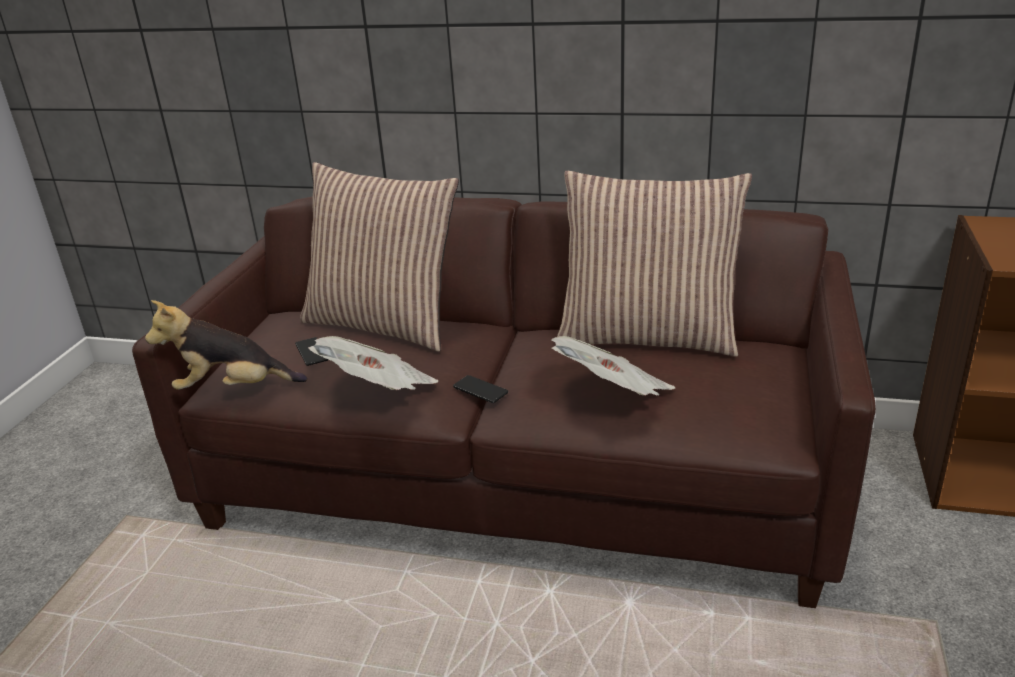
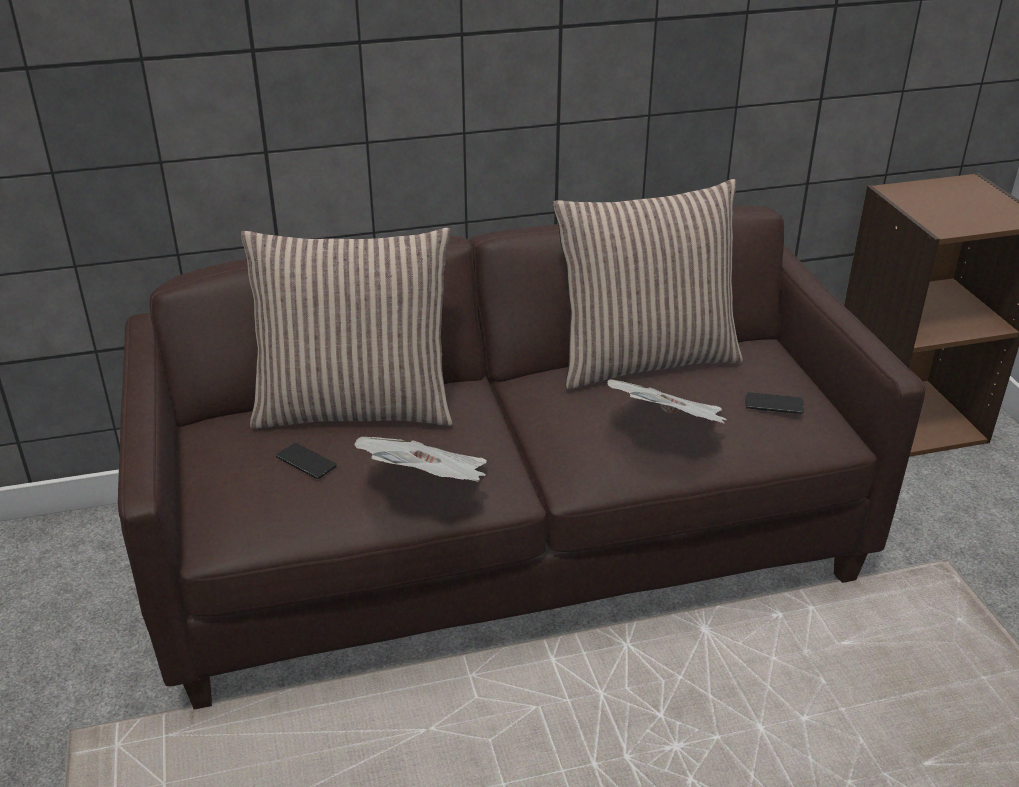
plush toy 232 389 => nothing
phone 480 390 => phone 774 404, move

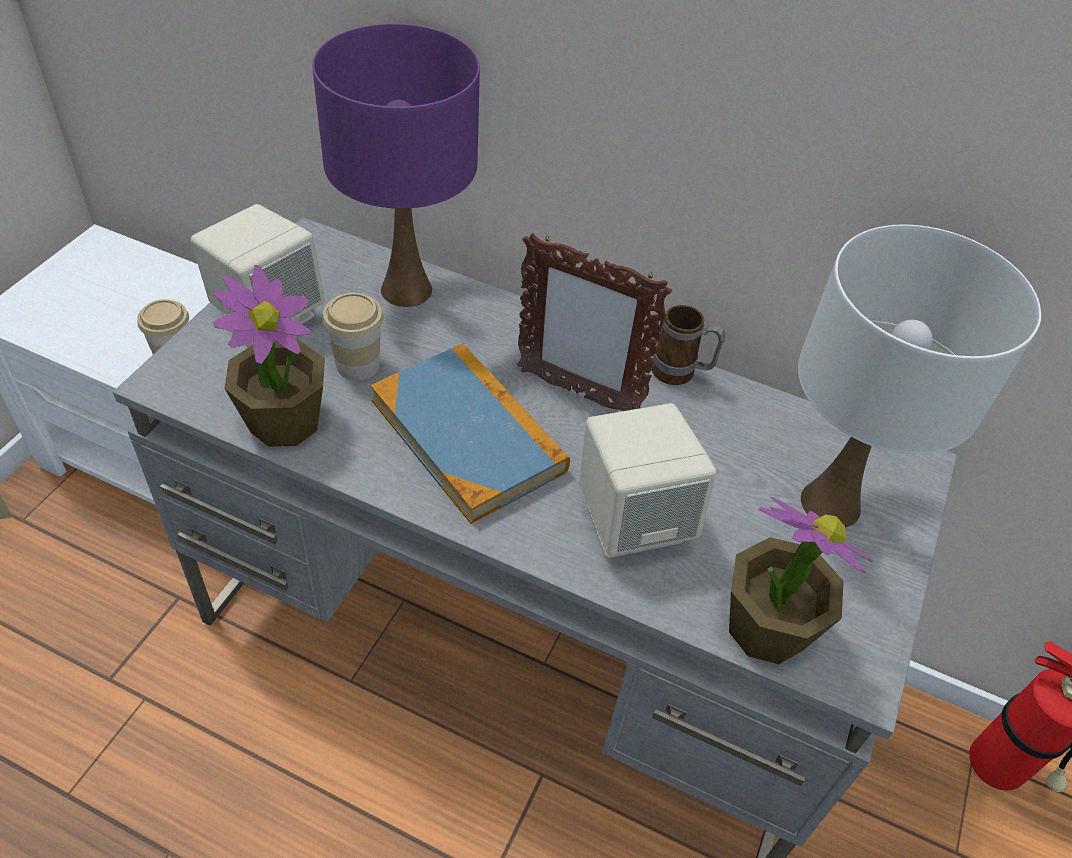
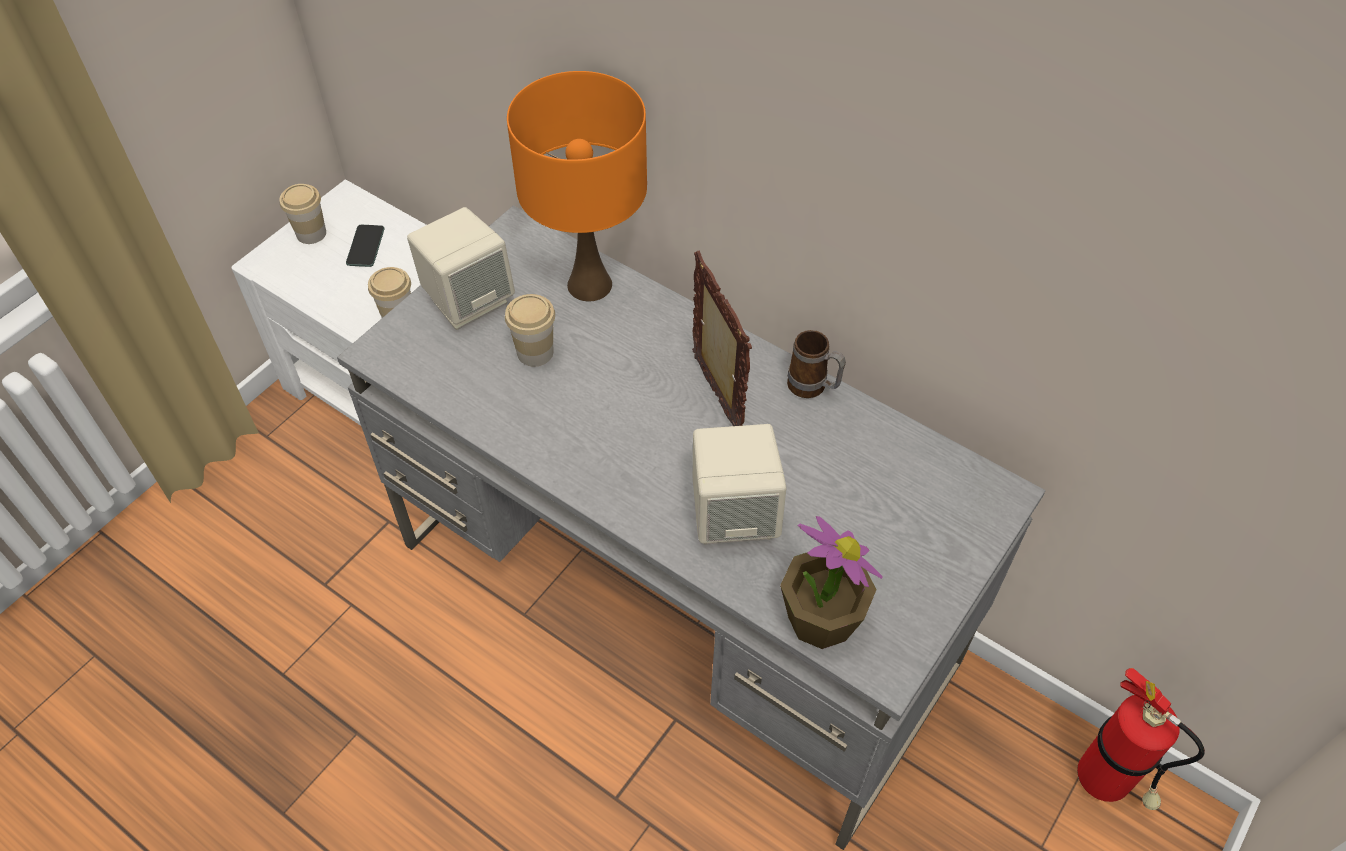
potted plant 284 421 => nothing
purple table lamp 407 290 => orange table lamp 590 285
book 468 435 => nothing
picture frame 577 393 => picture frame 716 397, 150 degrees counterclockwise
white table lamp 831 505 => nothing
nothing => cup 311 233
nothing => phone 365 246

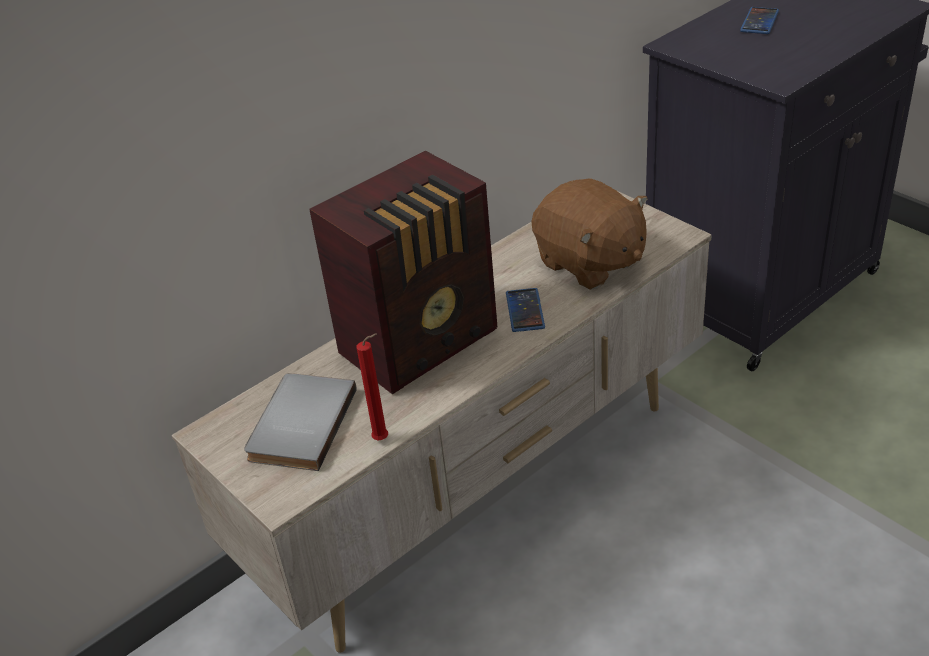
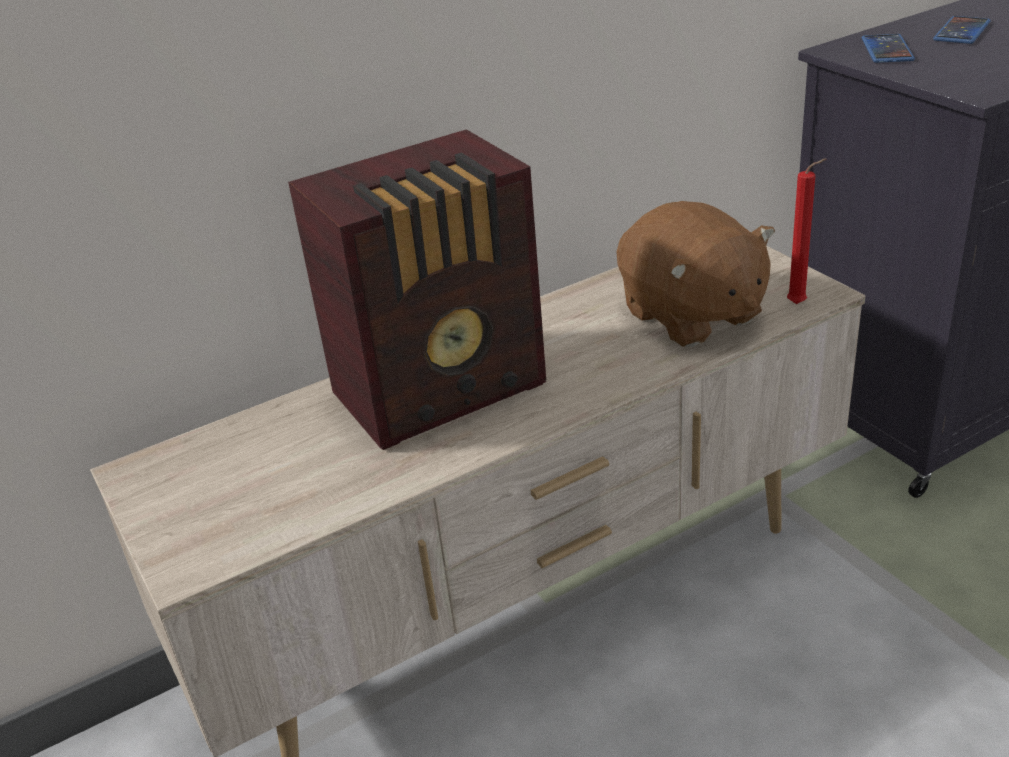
grey book 298 424 => nothing
red candle 383 439 => red candle 799 304, move
phone 525 310 => phone 887 50, move

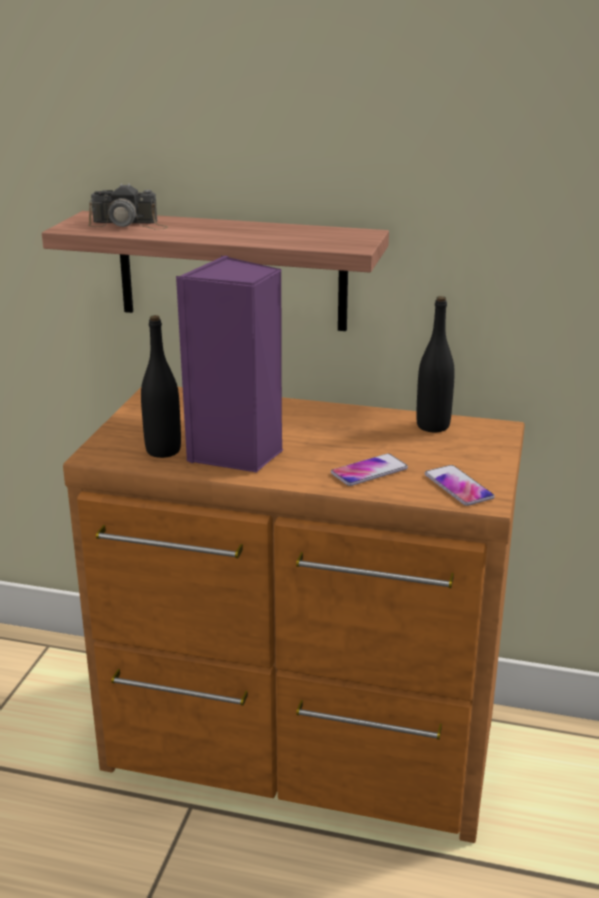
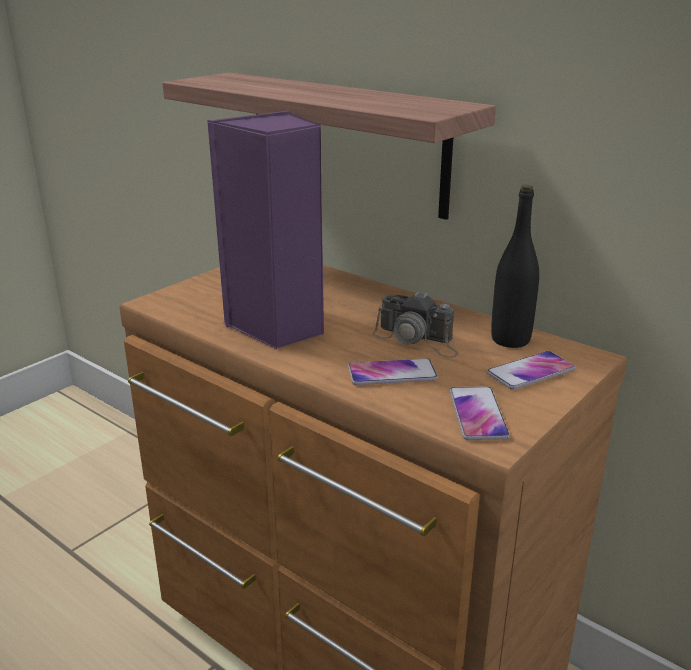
photo camera 129 224 => photo camera 417 340, move
black bottle 163 450 => nothing
nothing => phone 531 372

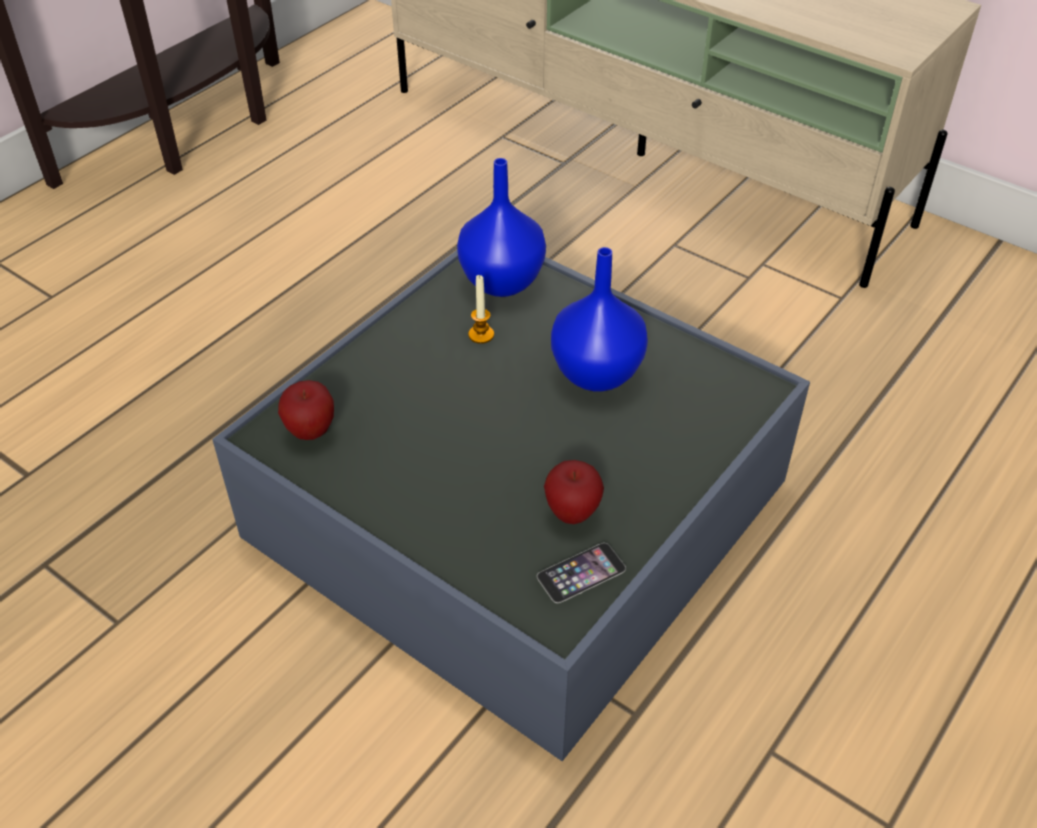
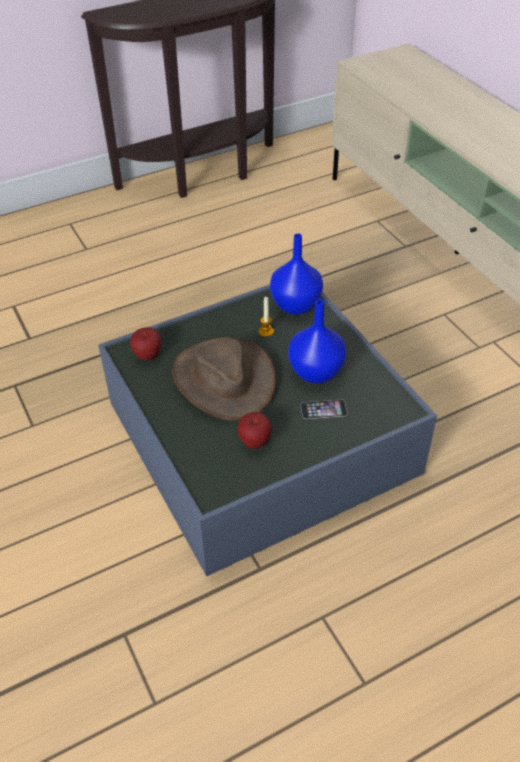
phone 581 572 => phone 323 409, move
nothing => brown hat 223 379

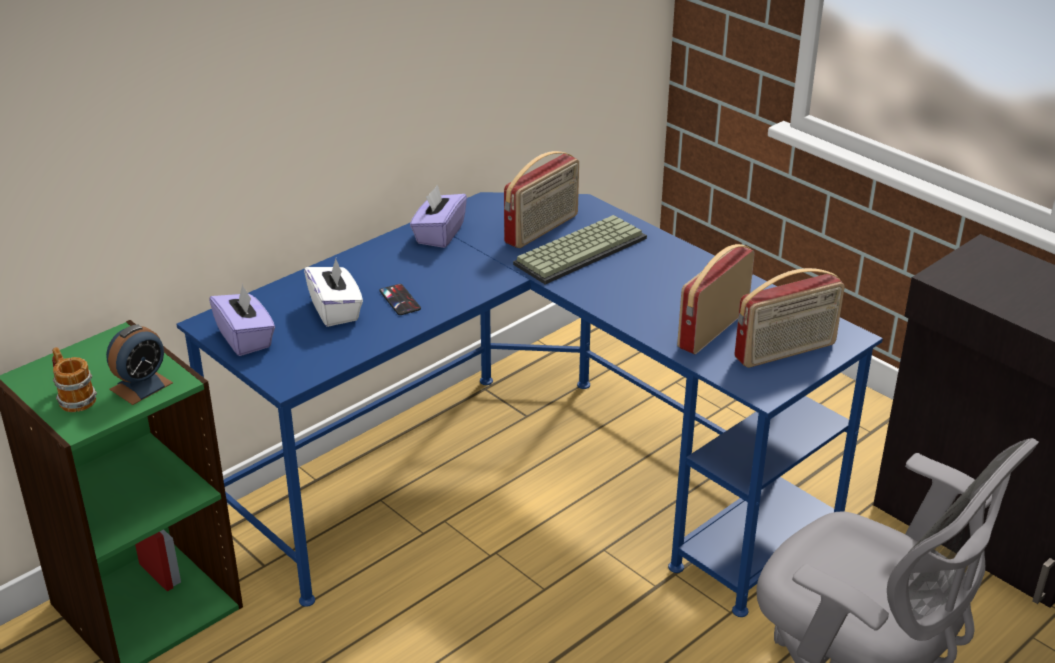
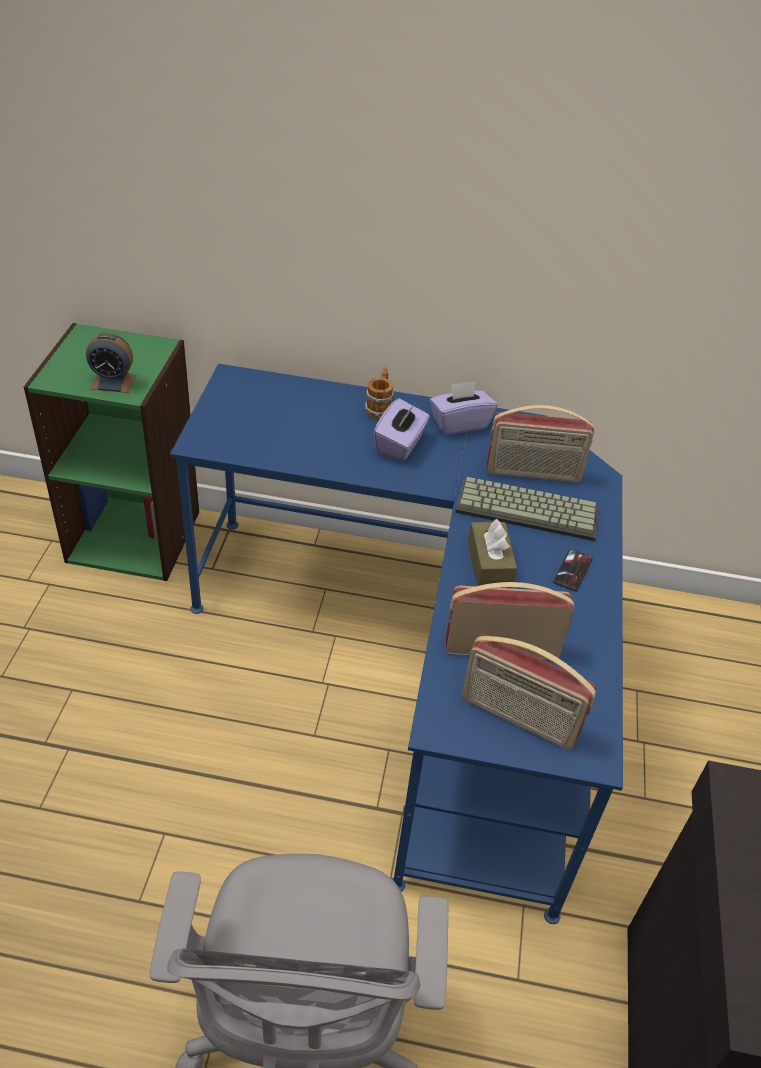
mug 73 398 => mug 379 407, move
purple tissue box 245 338 => purple tissue box 400 445, move
white tissue box 335 310 => nothing
phone 400 300 => phone 573 570, move
nothing => brown tissue box 489 565

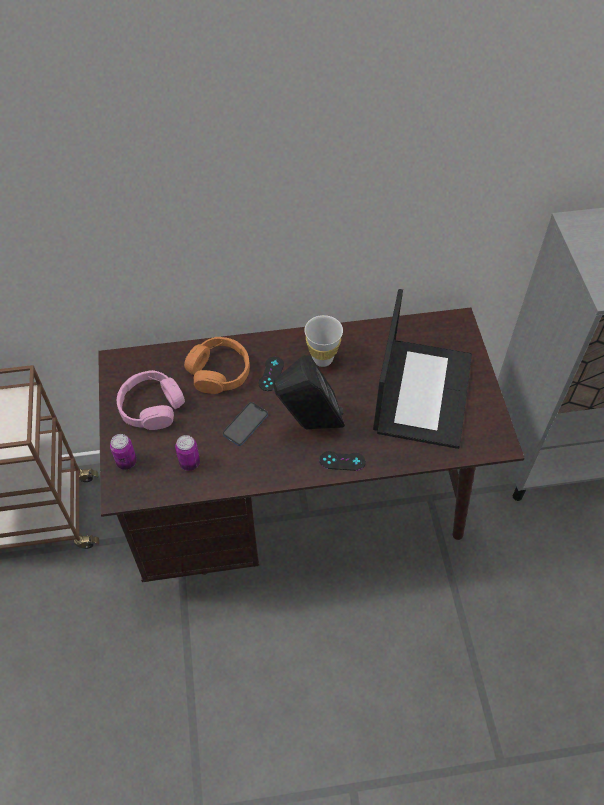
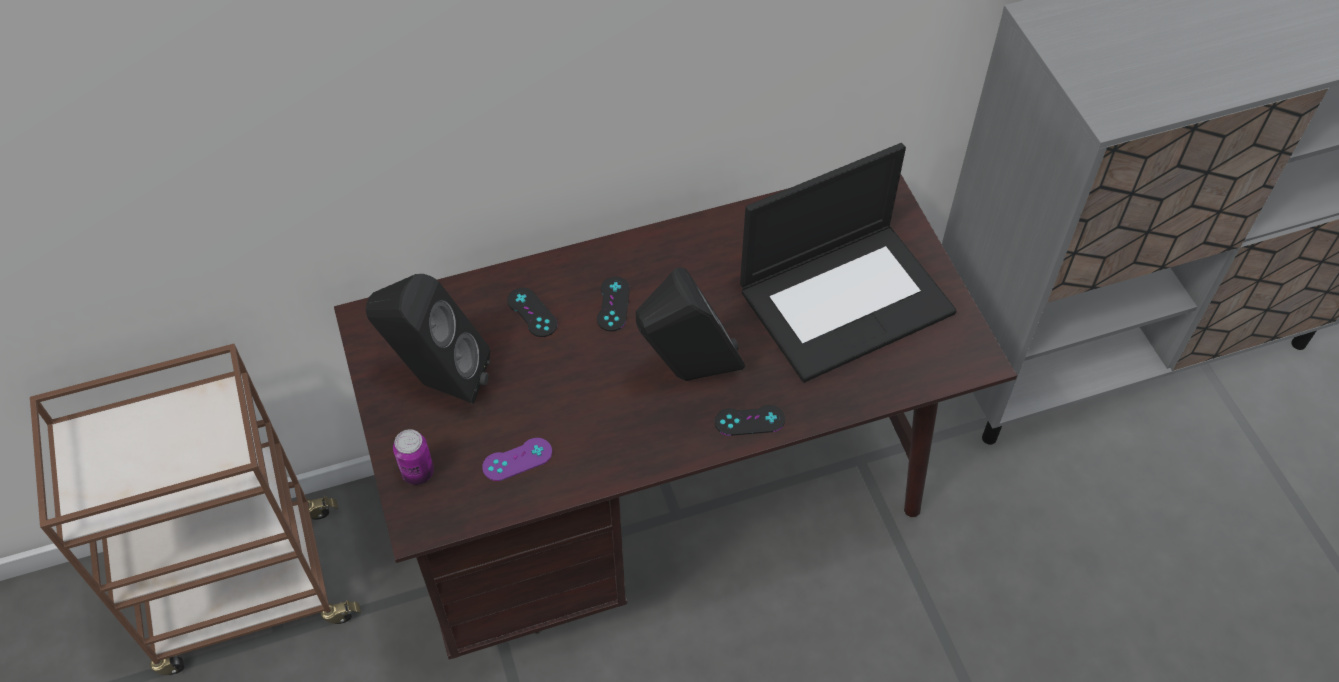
pink headphones 151 407 => black speaker 438 381
can 189 463 => purple game controller 517 459
orange headphones 219 372 => black game controller 532 312
phone 245 424 => nothing
white cup 322 359 => nothing
laptop 421 391 => laptop 846 298, 60 degrees clockwise

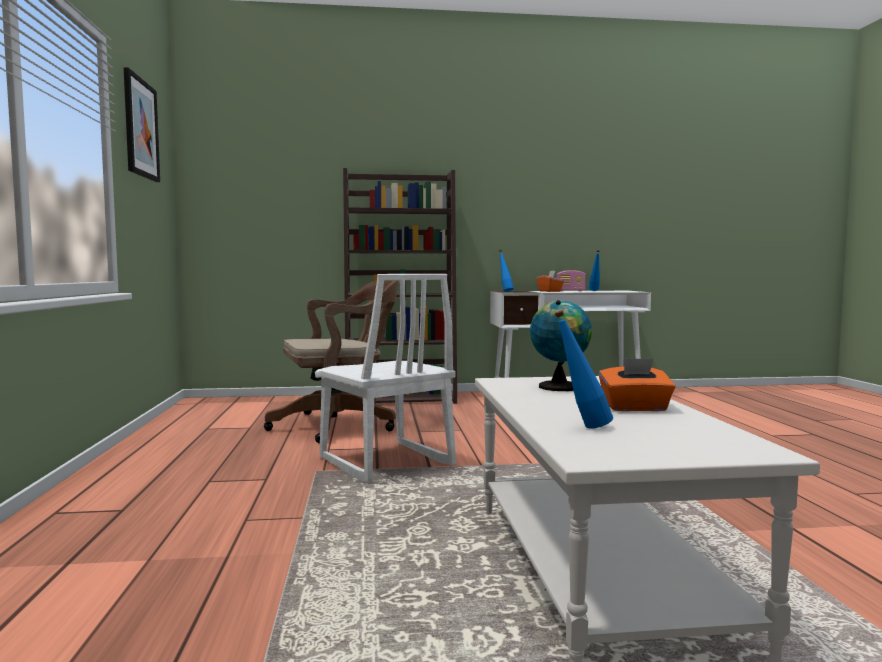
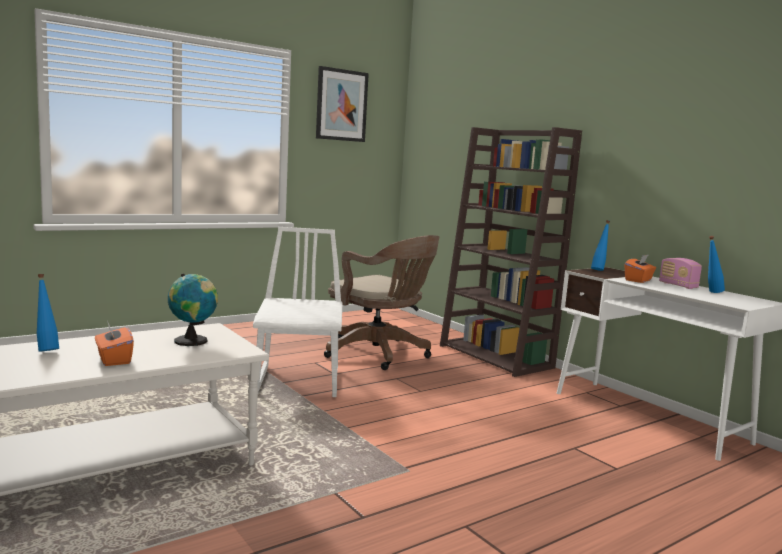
white chair 384 463 => white chair 299 381, 150 degrees clockwise

